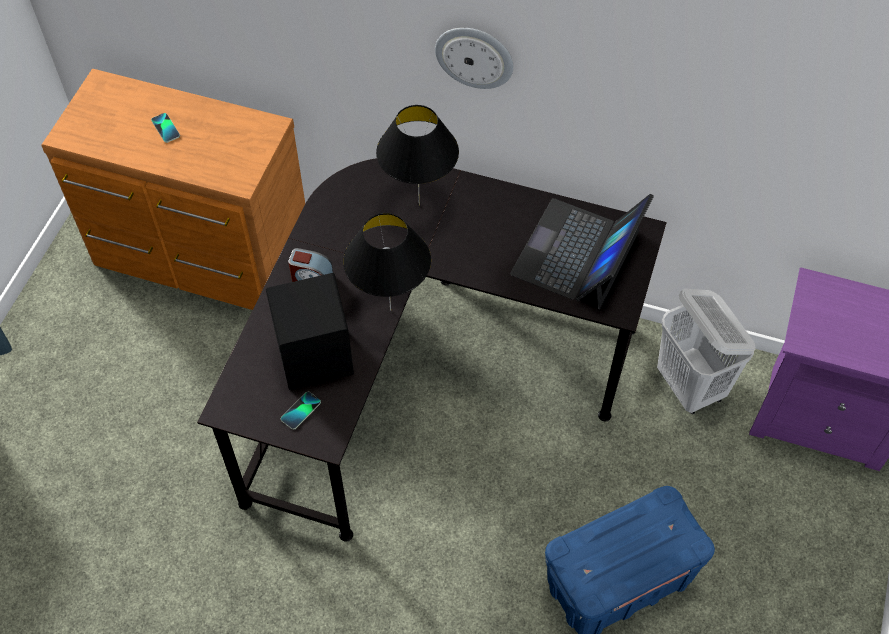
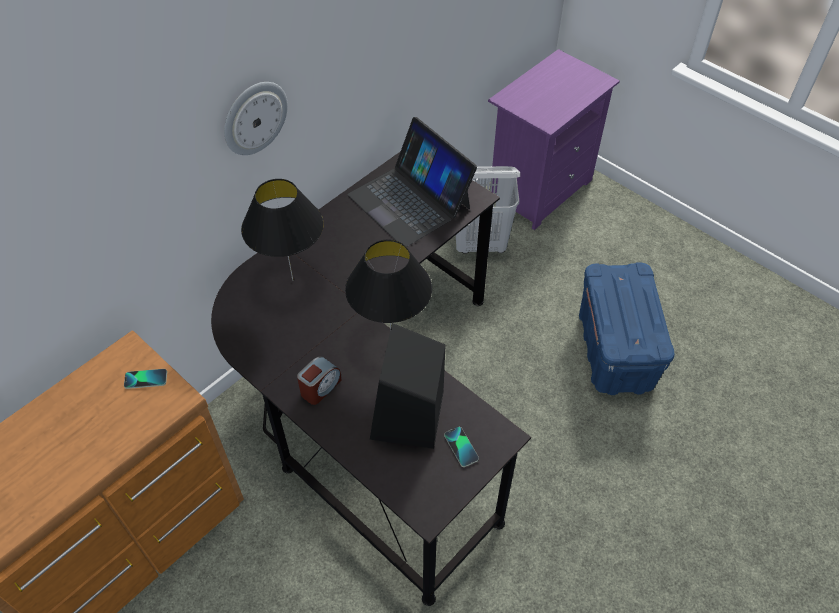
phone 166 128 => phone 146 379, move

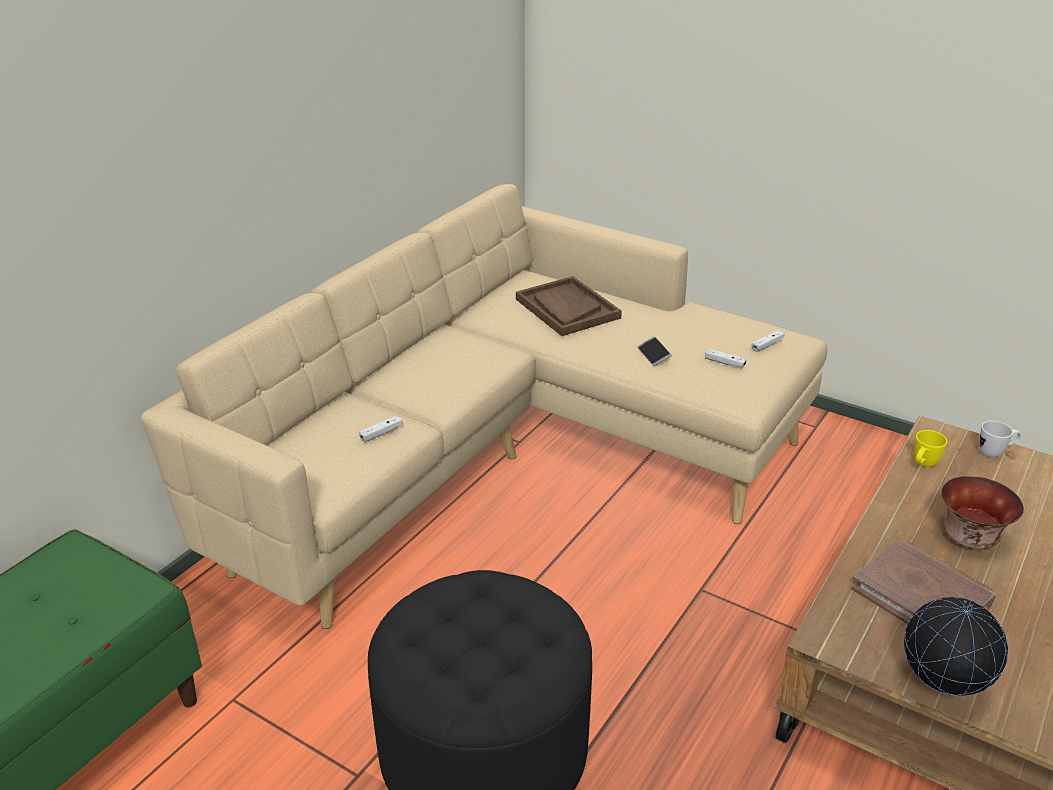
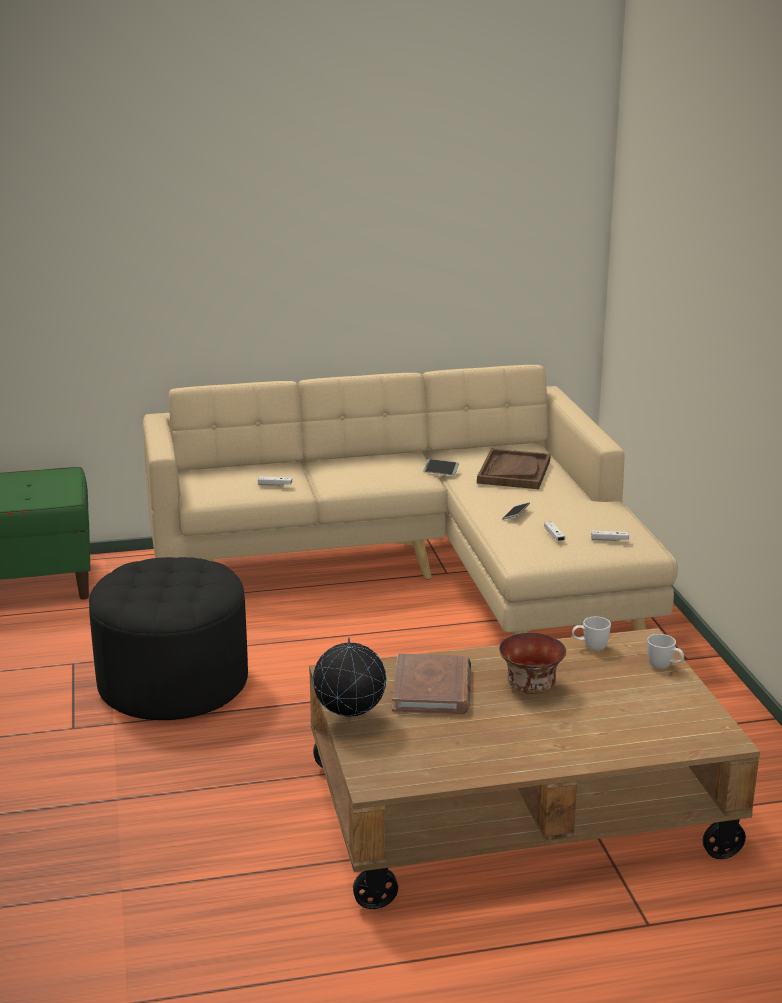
yellow mug 922 465 => white mug 590 647
nothing => phone 441 470

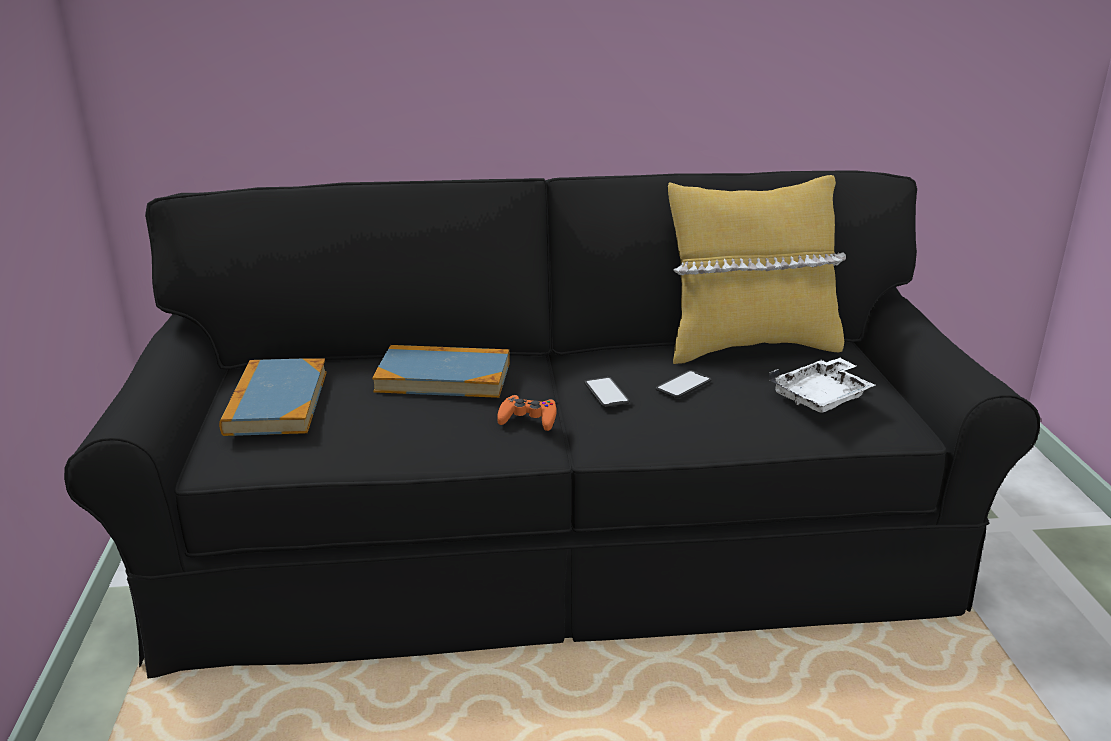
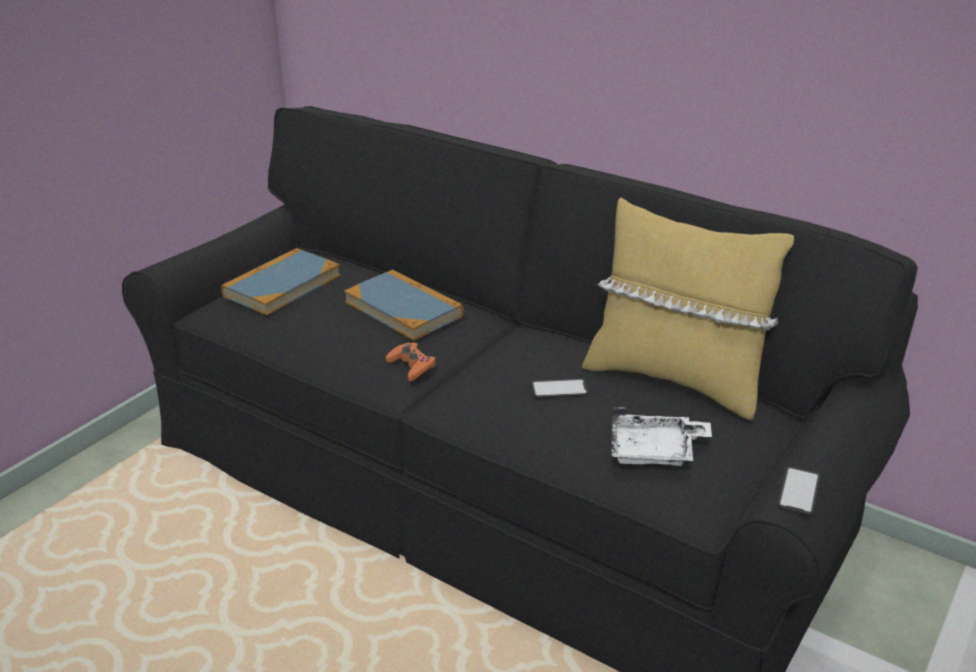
phone 606 393 => phone 798 491, move

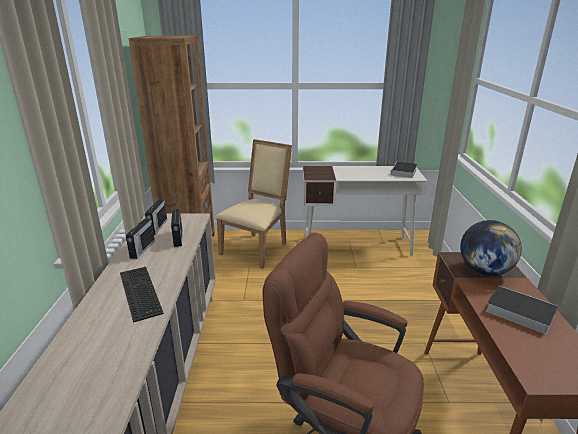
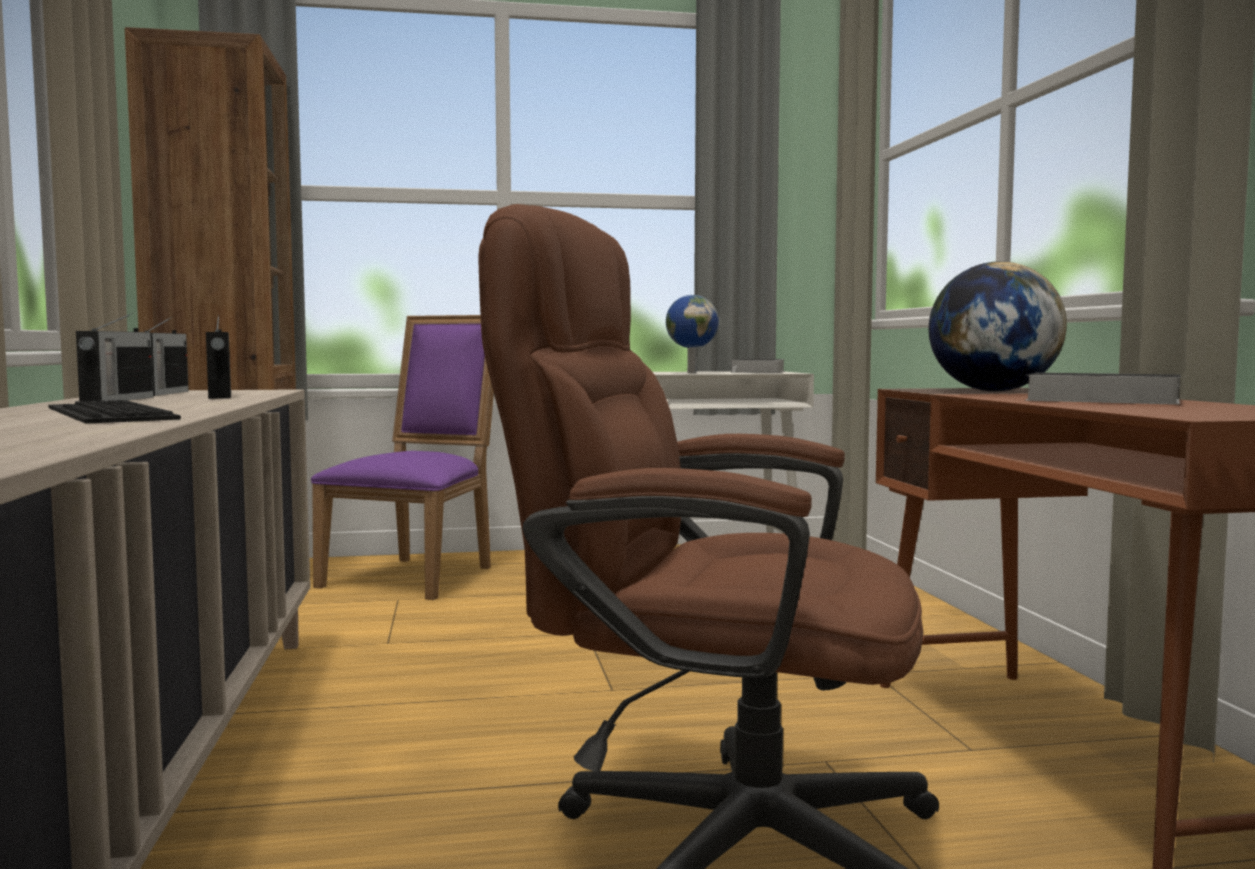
beige chair 257 248 => purple chair 417 575
nothing => globe 691 373

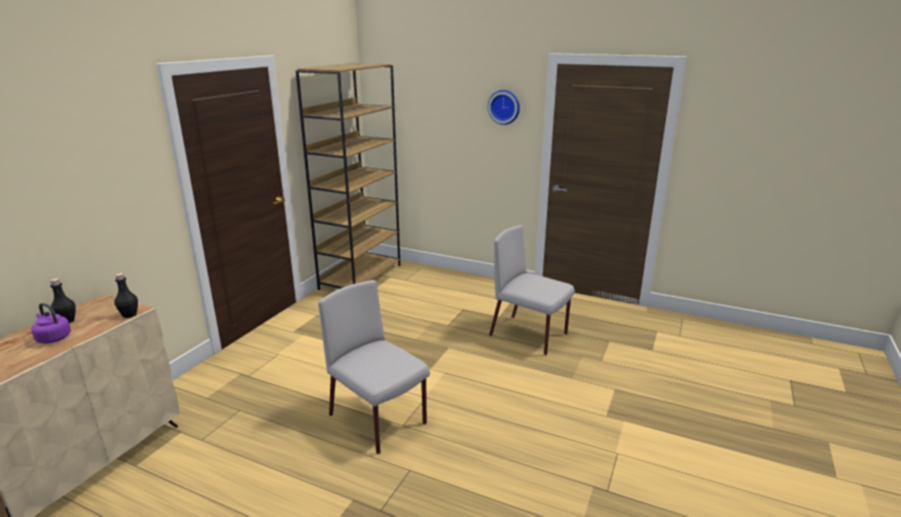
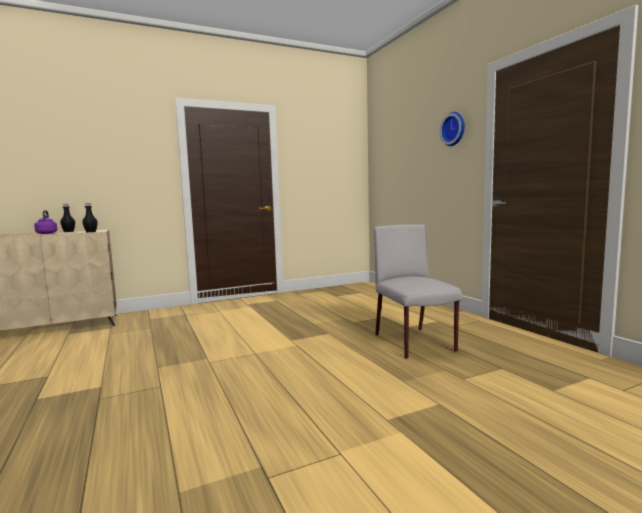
brown bookcase 361 276 => nothing
grey chair 378 420 => nothing

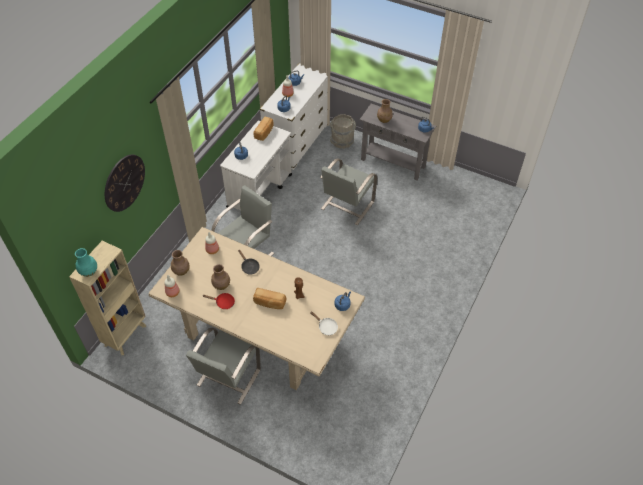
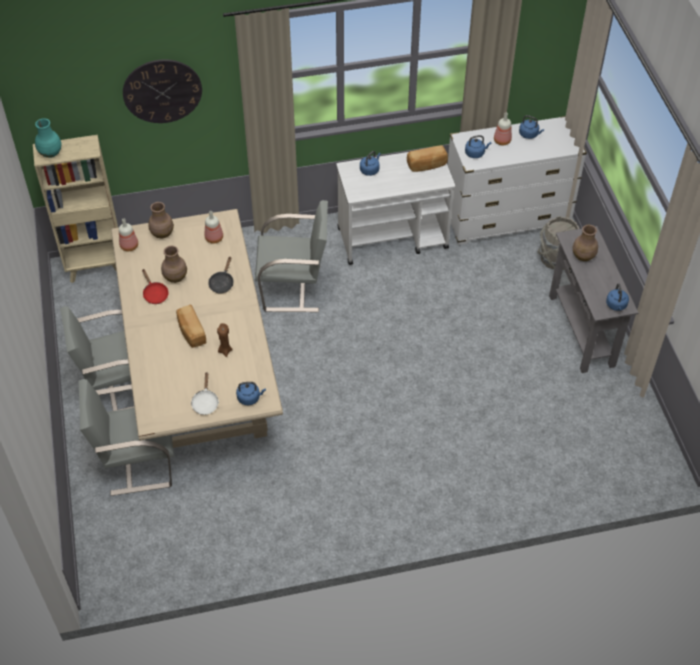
grey chair 346 206 => grey chair 137 461, move

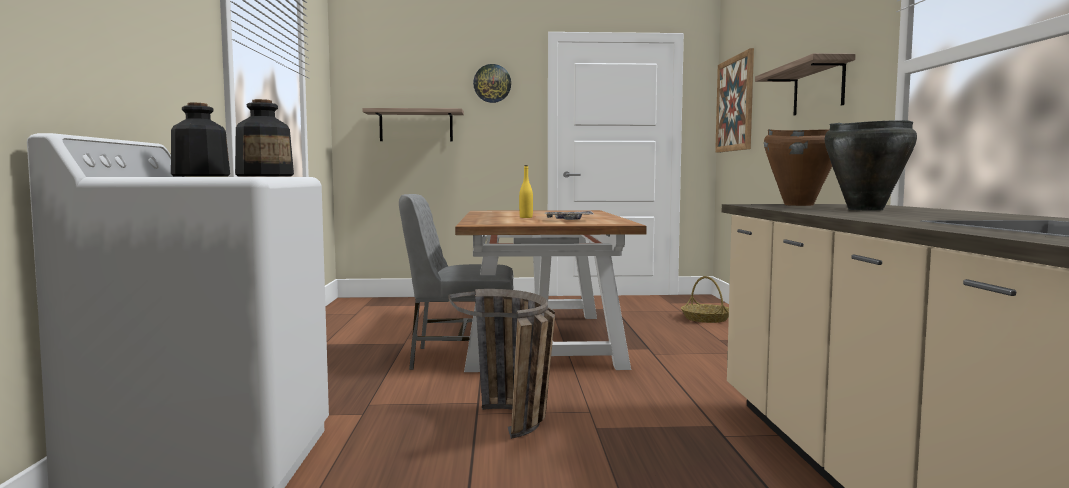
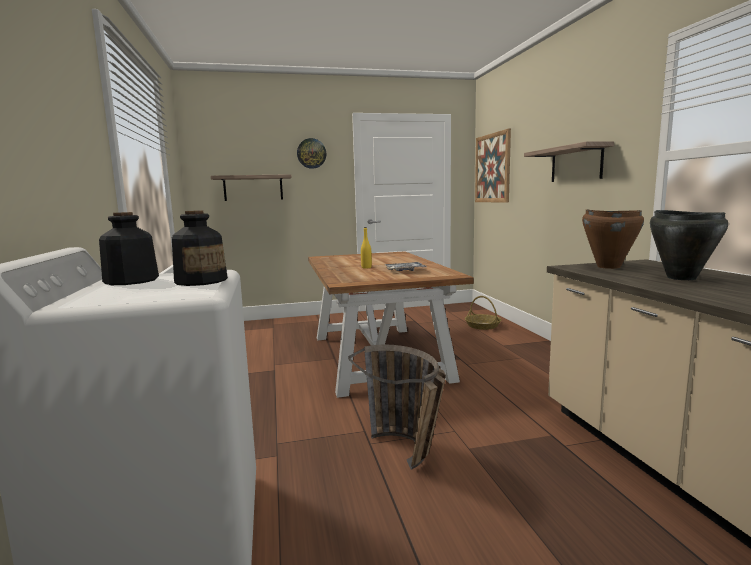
grey chair 460 357 => nothing

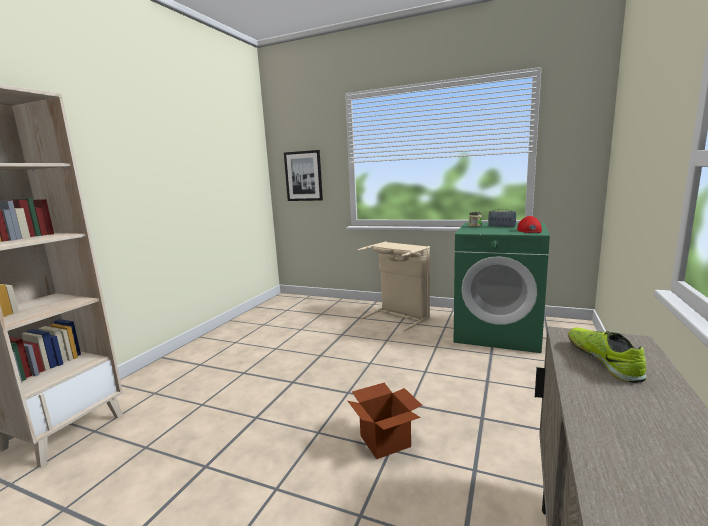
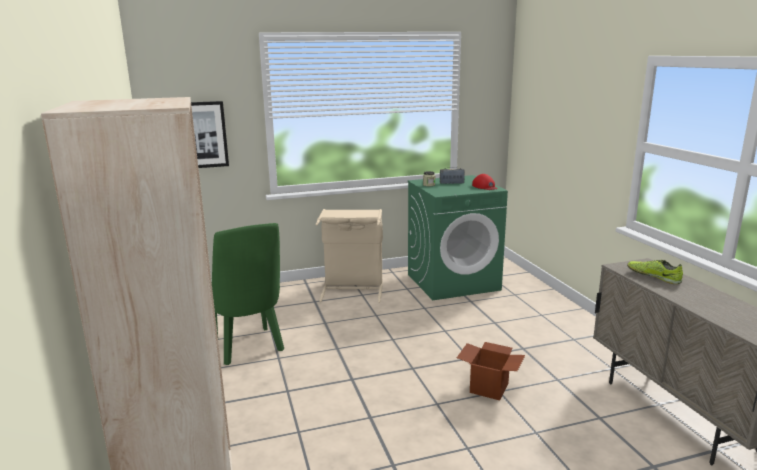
nothing => green chair 250 348

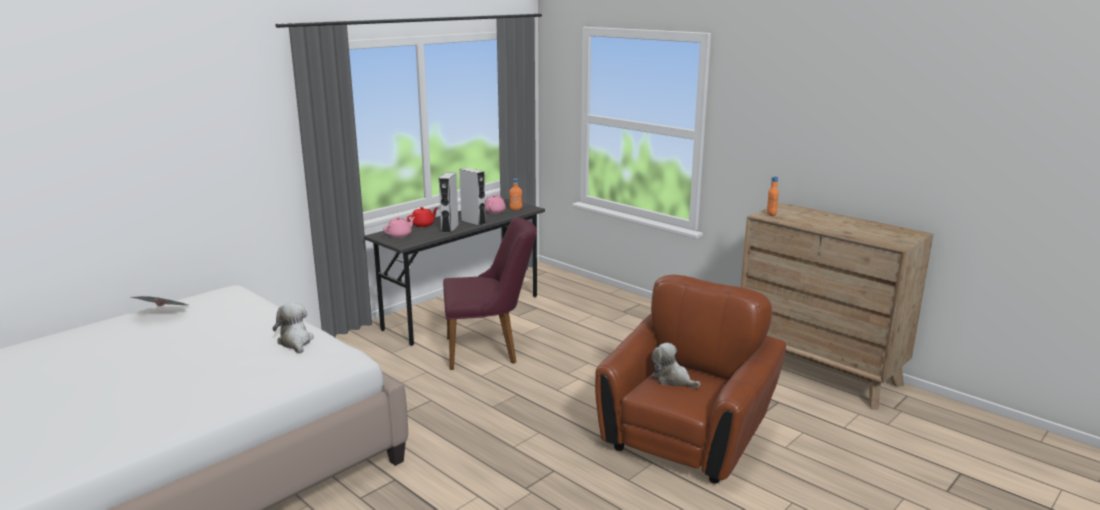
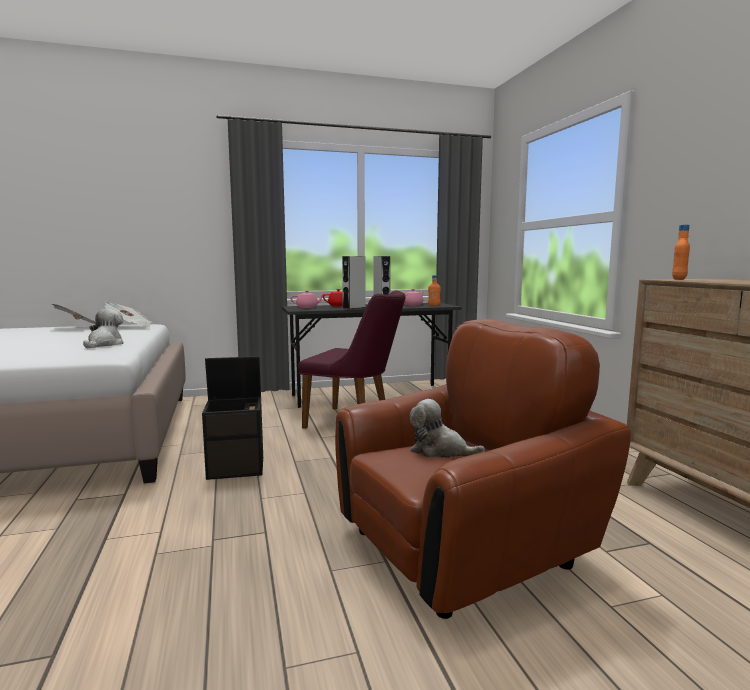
plush toy 672 379 => plush toy 440 451, 45 degrees counterclockwise
nothing => newspaper 130 326
nothing => black storage box 237 467

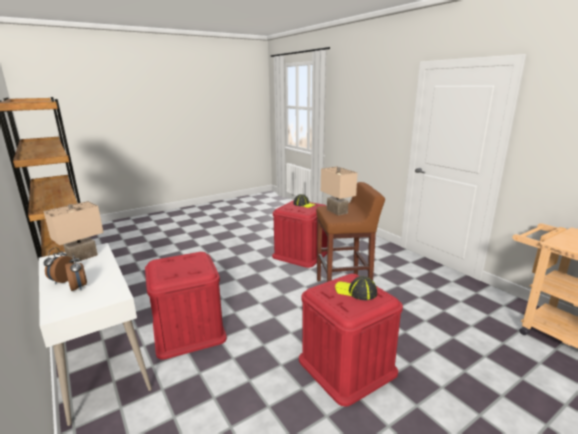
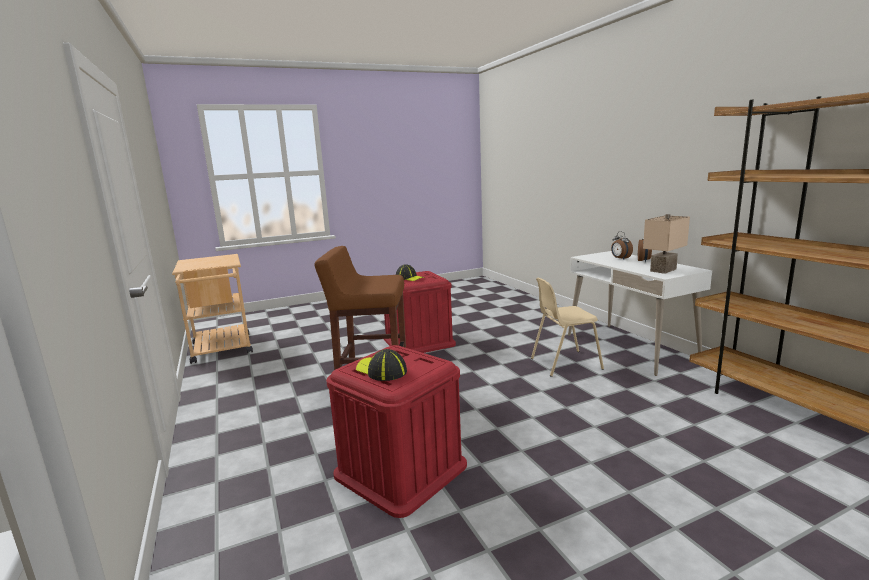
red storage box 188 330 => beige chair 564 363
beige table lamp 336 211 => nothing

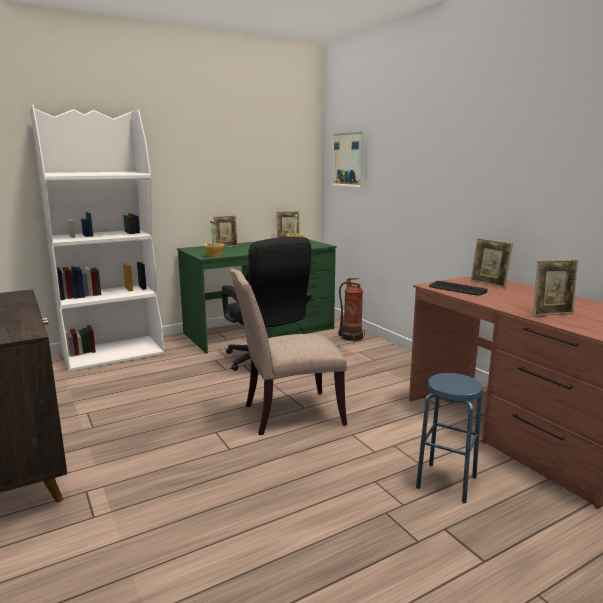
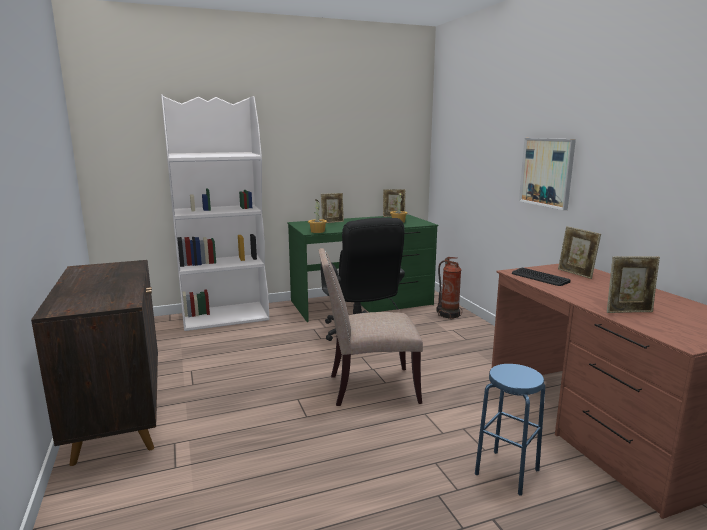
picture 349 159 => picture 547 172, move

